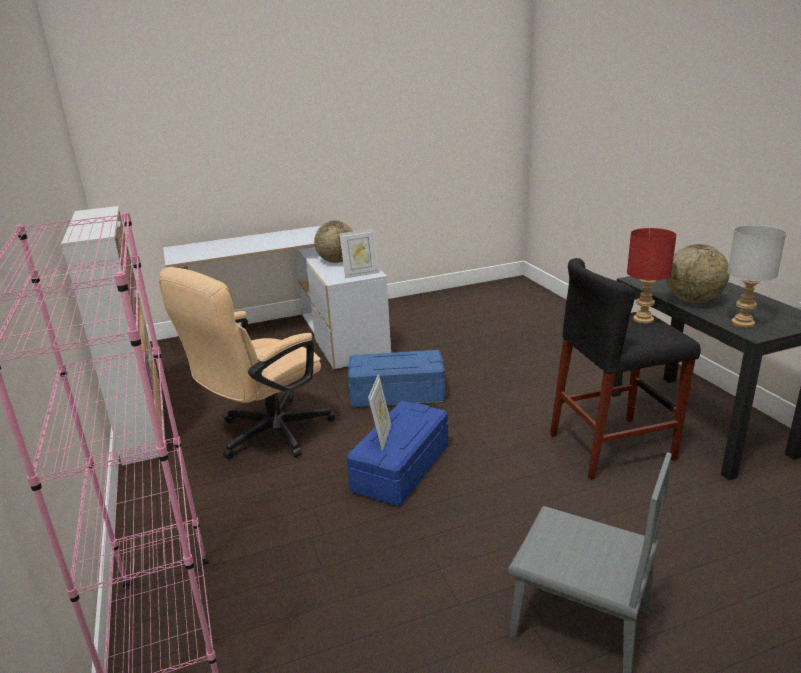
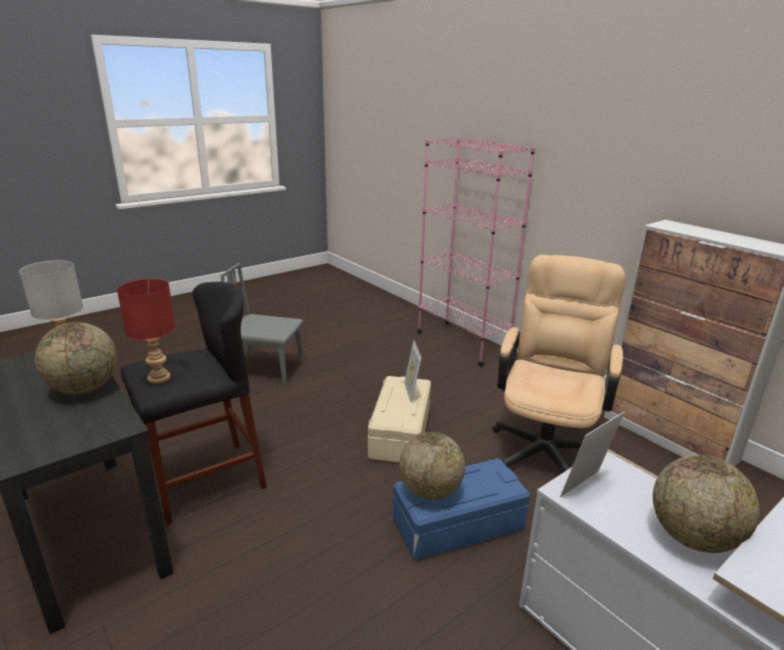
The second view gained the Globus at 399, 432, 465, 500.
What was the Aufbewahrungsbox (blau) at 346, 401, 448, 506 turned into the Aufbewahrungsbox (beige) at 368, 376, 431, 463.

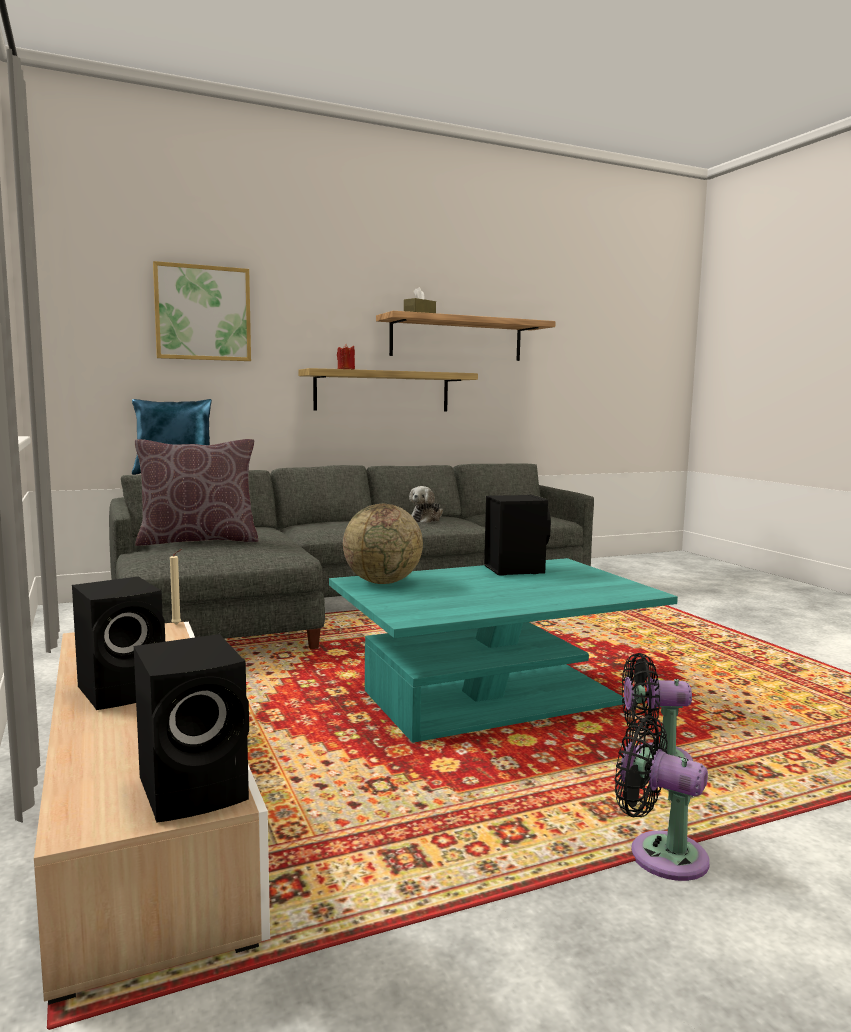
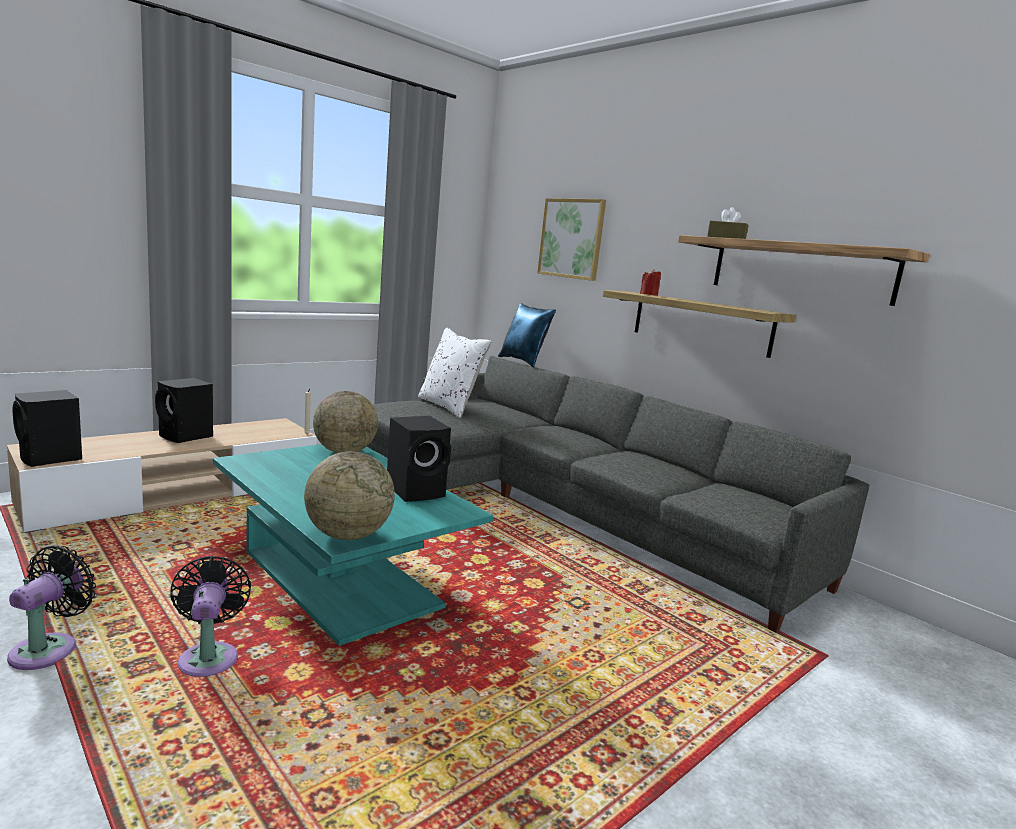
The second view lost the Plüschtier at 409, 486, 443, 523.
The second view gained the Globus at 304, 451, 395, 540.
What was the Kissen (braun) at 135, 439, 259, 546 turned into the Kissen (weiß) at 418, 328, 492, 418.

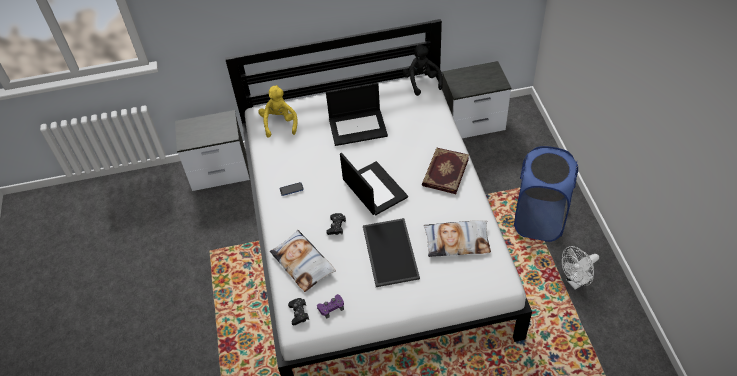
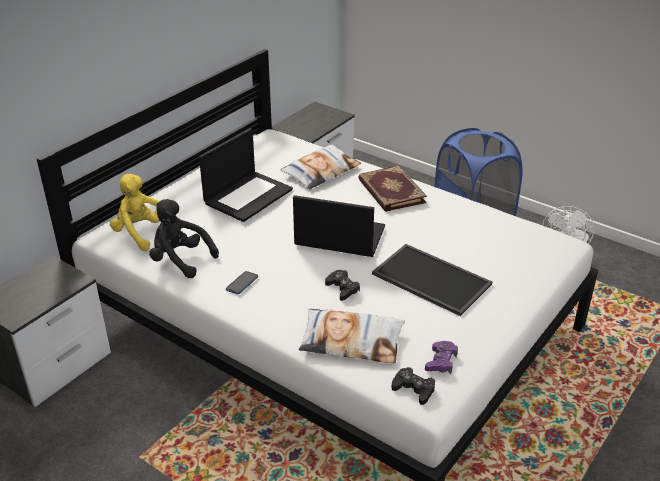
The Plüschtier (schwarz) ended up elsewhere, having gone from 402, 44, 443, 96 to 149, 199, 219, 278.
The Kissen ended up elsewhere, having gone from 424, 220, 491, 257 to 280, 144, 361, 189.

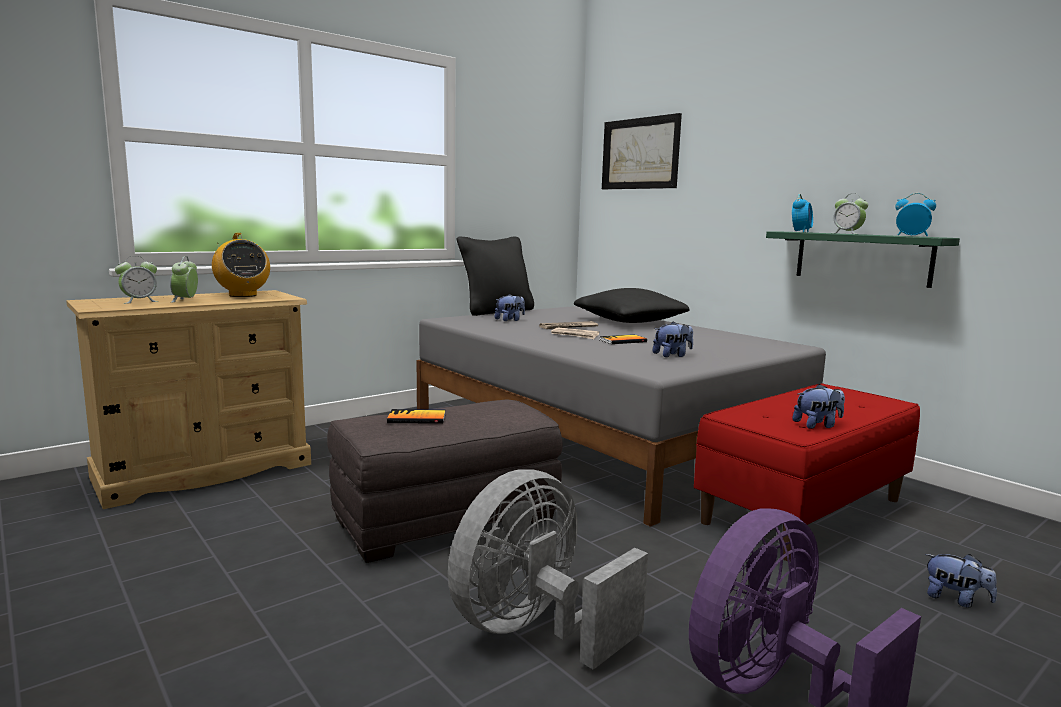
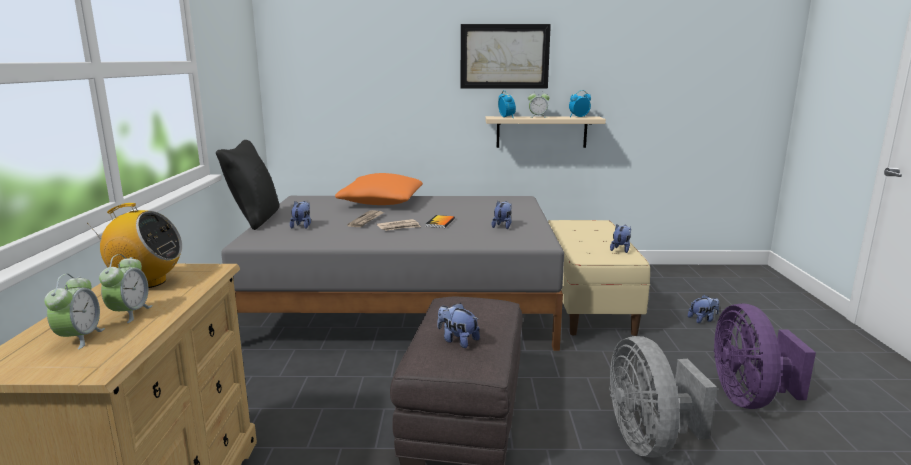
The Bild ended up elsewhere, having gone from 602, 113, 682, 189 to 461, 24, 551, 88.
Where the Buch stood at 387, 409, 445, 424, the Plüschtier came to stand at 437, 303, 480, 348.
What was the Kissen (schwarz) at 574, 288, 690, 323 turned into the Kissen (orange) at 335, 173, 423, 205.
What was the Bank (rot) at 694, 383, 920, 561 turned into the Bank (beige) at 548, 220, 650, 336.
What was the Wandregal (grün) at 766, 231, 960, 288 turned into the Wandregal (beige) at 485, 116, 606, 148.
The Wecker at 170, 256, 198, 303 ended up facing another way, 120 degrees counterclockwise from before.

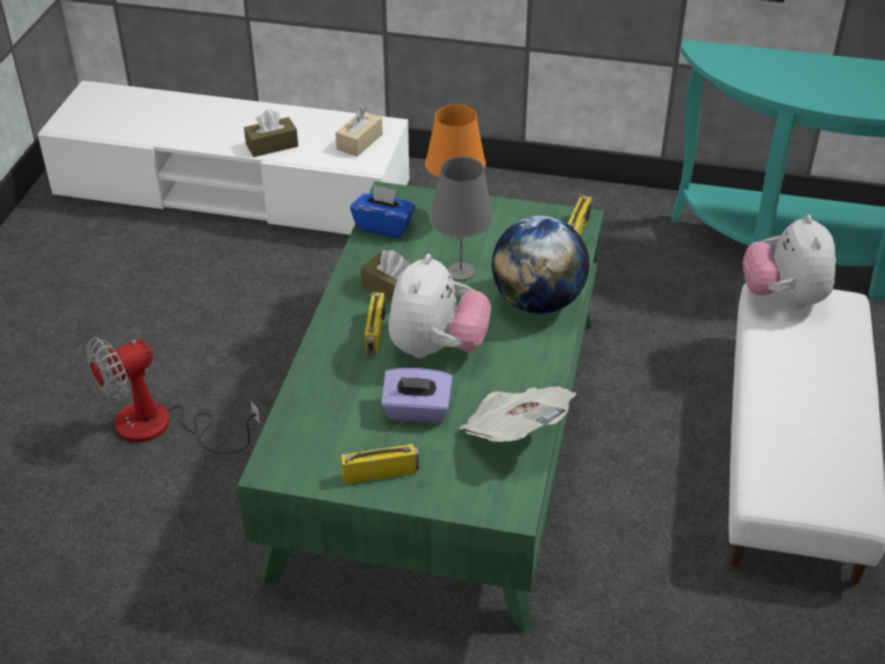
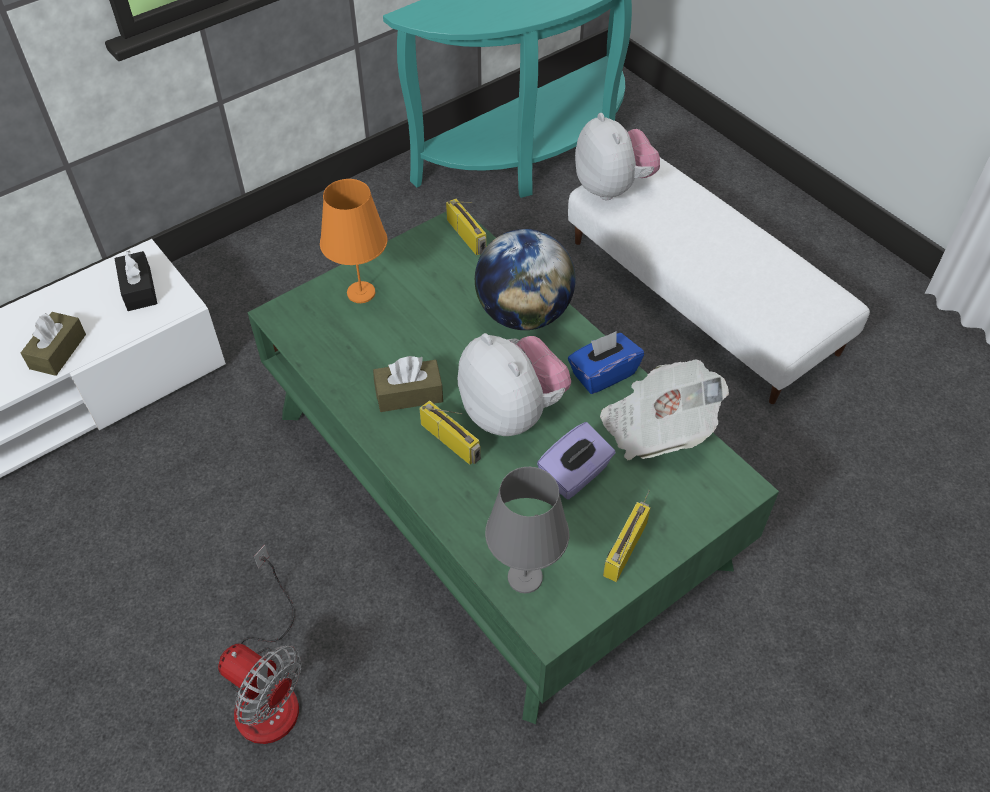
The Taschentuchbox (blau) ended up elsewhere, having gone from 350, 185, 415, 238 to 568, 331, 644, 394.
The Tischlampe (grau) ended up elsewhere, having gone from 430, 157, 494, 281 to 485, 467, 569, 594.
What was the Taschentuchbox (beige) at 336, 106, 383, 157 turned into the Taschentuchbox (schwarz) at 114, 251, 158, 311.
The Ventilator at 86, 337, 260, 454 ended up facing another way, 60 degrees counterclockwise from before.
The Plüschtier at 743, 215, 836, 308 ended up facing another way, 150 degrees counterclockwise from before.

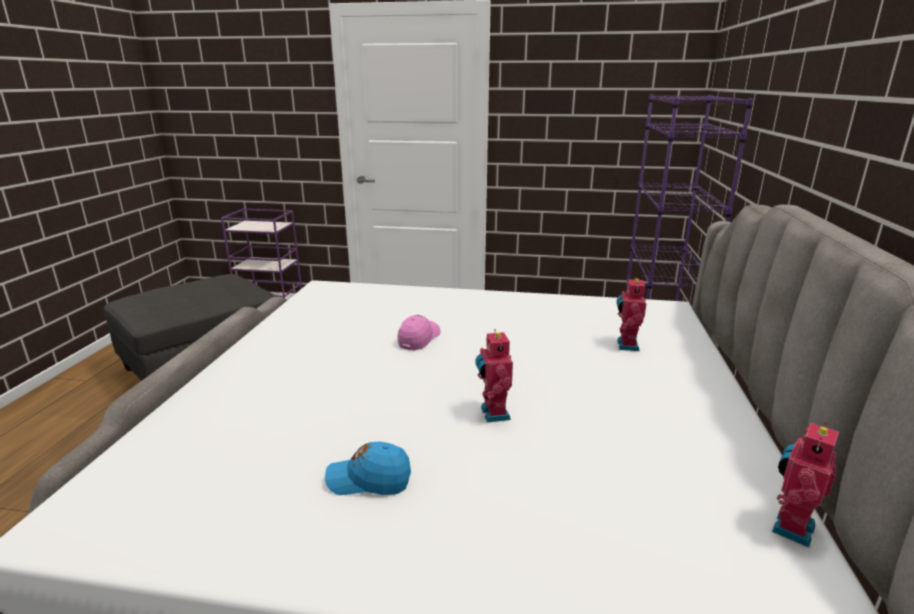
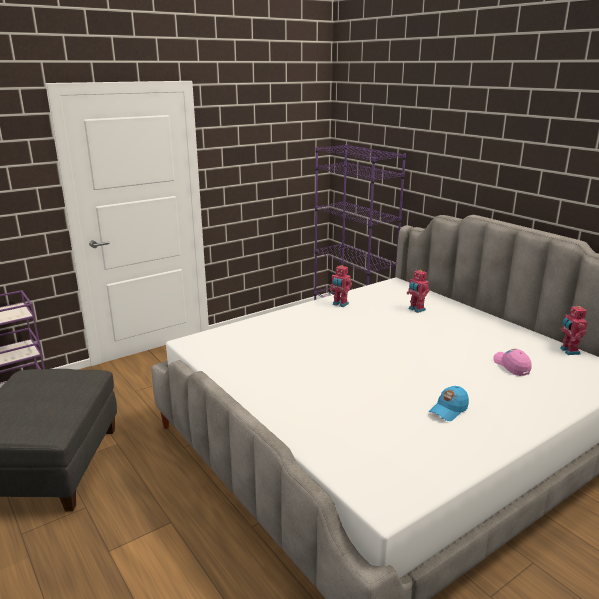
The Kappe (rosa) ended up elsewhere, having gone from 397, 315, 441, 351 to 493, 349, 532, 376.
The Spielzeugroboter ended up elsewhere, having gone from 475, 329, 513, 423 to 330, 265, 352, 307.

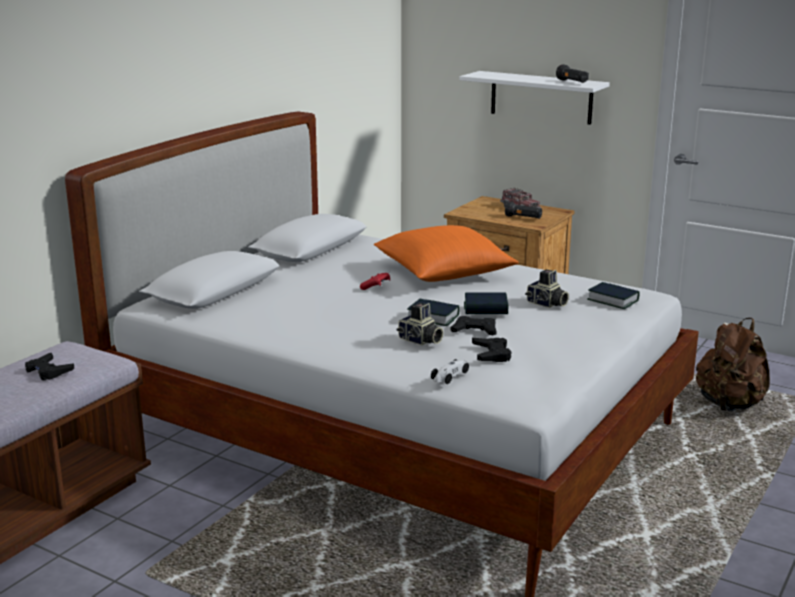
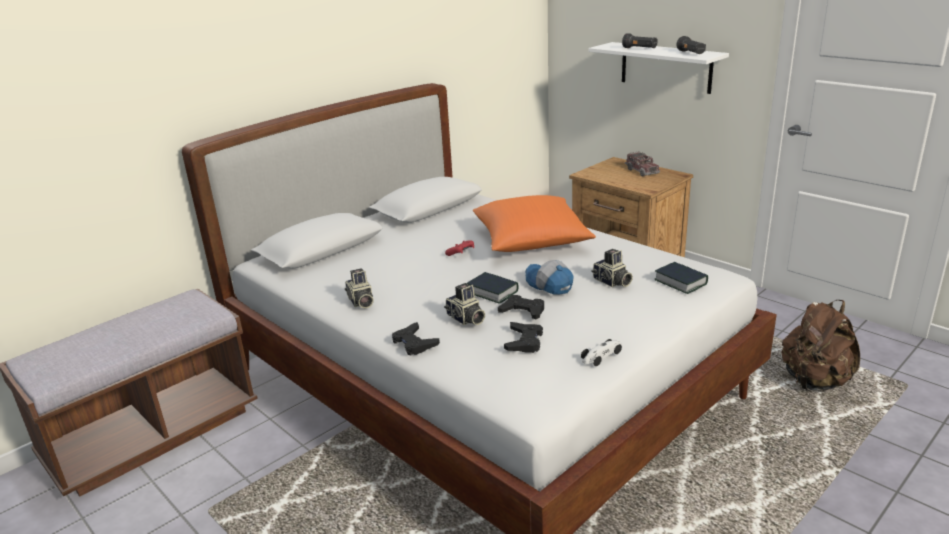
The second view gained the Kamera at 345, 268, 374, 309.
The Gamepad (schwarz) ended up elsewhere, having gone from 25, 353, 74, 381 to 392, 322, 440, 356.
The Spielzeugauto ended up elsewhere, having gone from 431, 359, 469, 384 to 581, 339, 622, 366.
The Taschenlampe (schwarz) ended up elsewhere, having gone from 505, 201, 542, 219 to 622, 33, 657, 48.
Where the Buch stood at 464, 292, 508, 314, the Kappe came to stand at 525, 260, 574, 295.

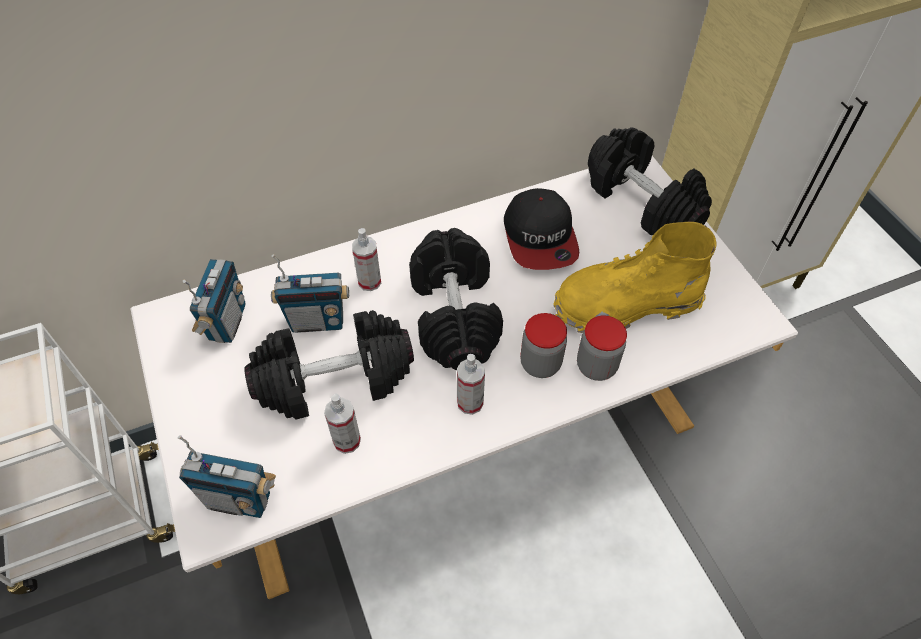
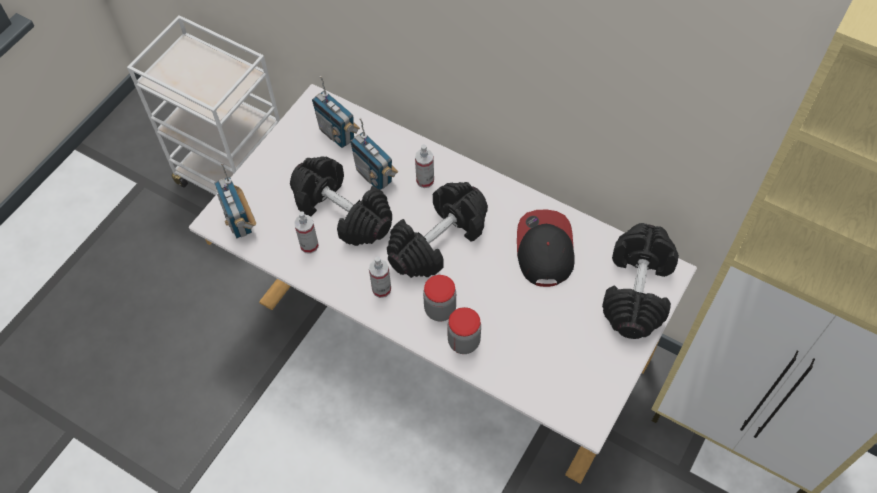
The second view lost the Stiefel (gelb) at 553, 222, 717, 333.
The Radio at 183, 259, 245, 343 ended up facing another way, 75 degrees clockwise from before.
The Kappe at 504, 188, 579, 270 ended up facing another way, 135 degrees clockwise from before.

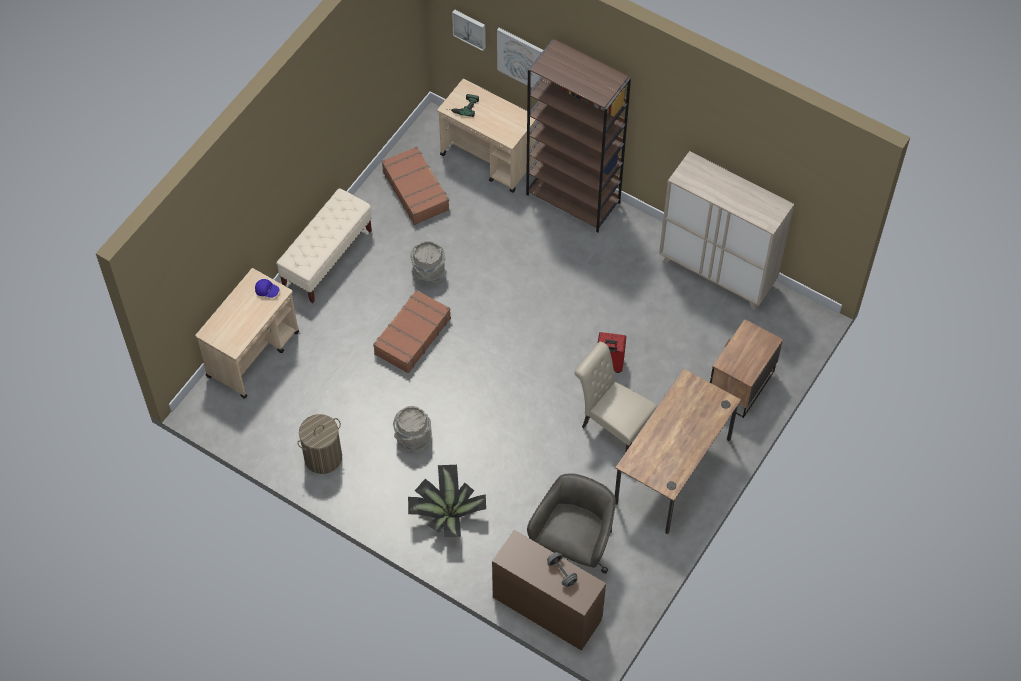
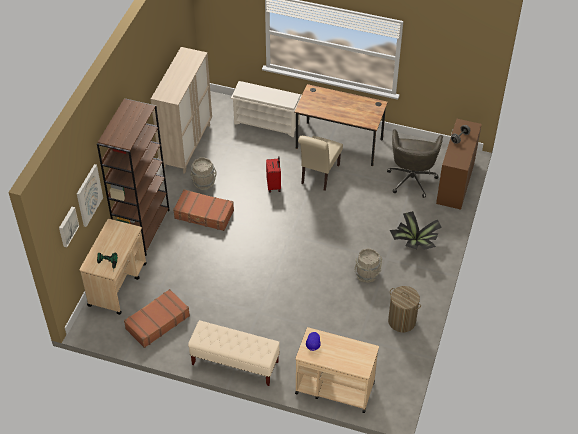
The Koffer (braun) ended up elsewhere, having gone from 373, 289, 451, 373 to 173, 189, 234, 231.
The Eimer (grau) ended up elsewhere, having gone from 410, 241, 446, 285 to 190, 157, 217, 190.
Where the Nachttisch stood at 710, 319, 783, 418, the Schuhregal (weiß) came to stand at 231, 81, 302, 137.
The Bürostuhl (grau) at 527, 474, 616, 574 ended up facing another way, 90 degrees counterclockwise from before.

